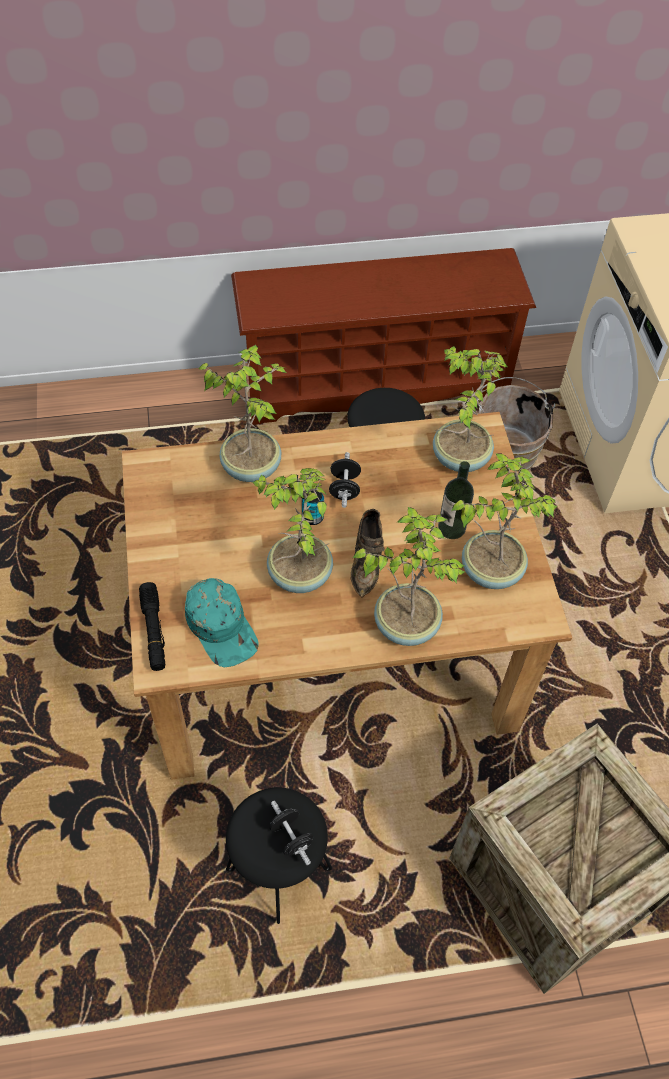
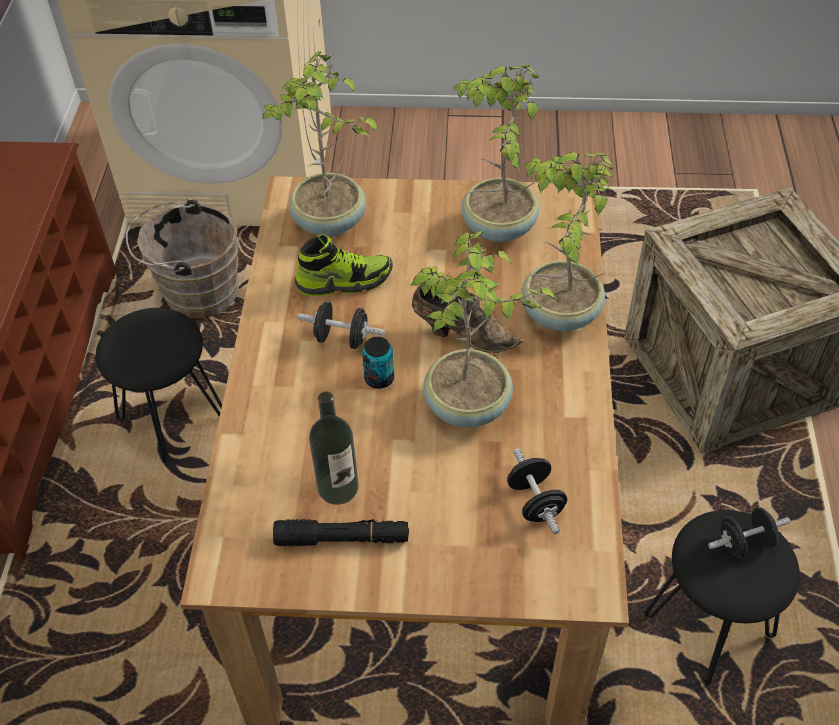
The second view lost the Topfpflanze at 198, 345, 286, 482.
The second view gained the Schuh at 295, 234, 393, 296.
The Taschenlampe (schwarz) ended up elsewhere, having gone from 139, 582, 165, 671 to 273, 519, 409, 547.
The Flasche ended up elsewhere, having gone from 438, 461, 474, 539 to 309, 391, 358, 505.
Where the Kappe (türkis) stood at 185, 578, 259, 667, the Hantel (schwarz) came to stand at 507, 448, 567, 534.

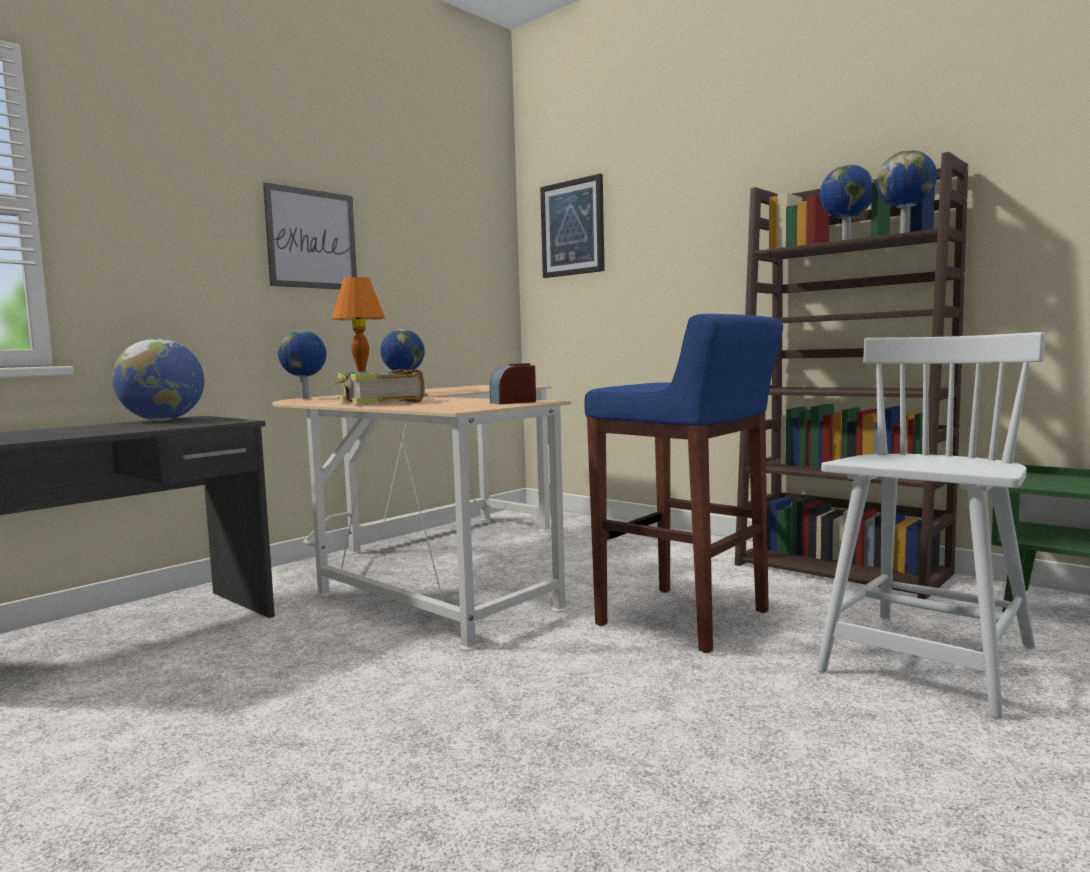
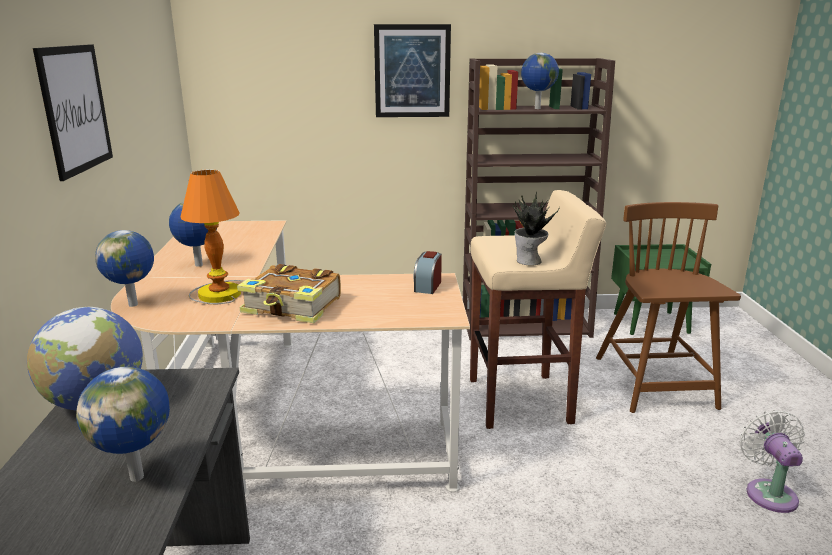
The second view gained the Topfpflanze at 513, 192, 560, 266.
The second view gained the Ventilator (weiß) at 740, 410, 805, 513.
The Bild ended up elsewhere, having gone from 540, 174, 605, 278 to 374, 24, 451, 117.
The Globus ended up elsewhere, having gone from 876, 150, 937, 233 to 76, 367, 170, 482.
What was the Hocker (blau) at 585, 314, 783, 653 turned into the Hocker (beige) at 470, 190, 606, 429.
What was the Stuhl (weiß) at 817, 332, 1045, 719 turned into the Stuhl (braun) at 596, 202, 741, 413.

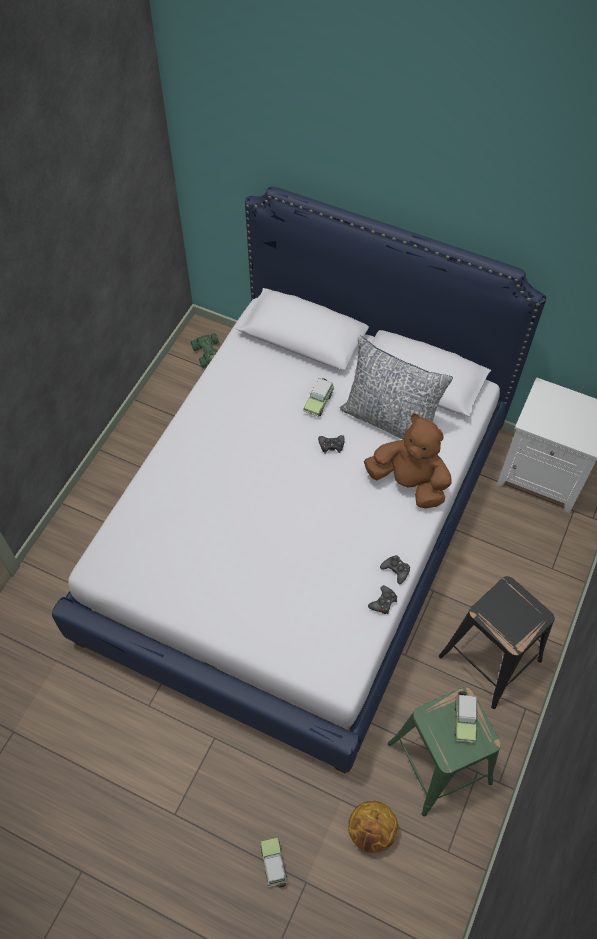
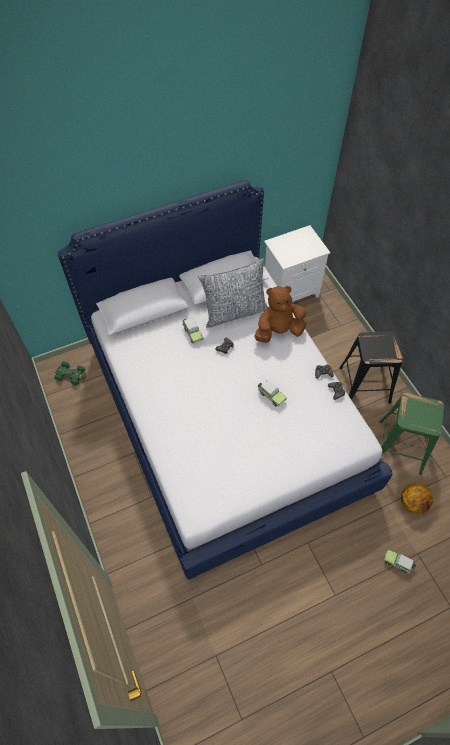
The Spielzeugauto ended up elsewhere, having gone from 455, 691, 479, 743 to 258, 379, 287, 407.

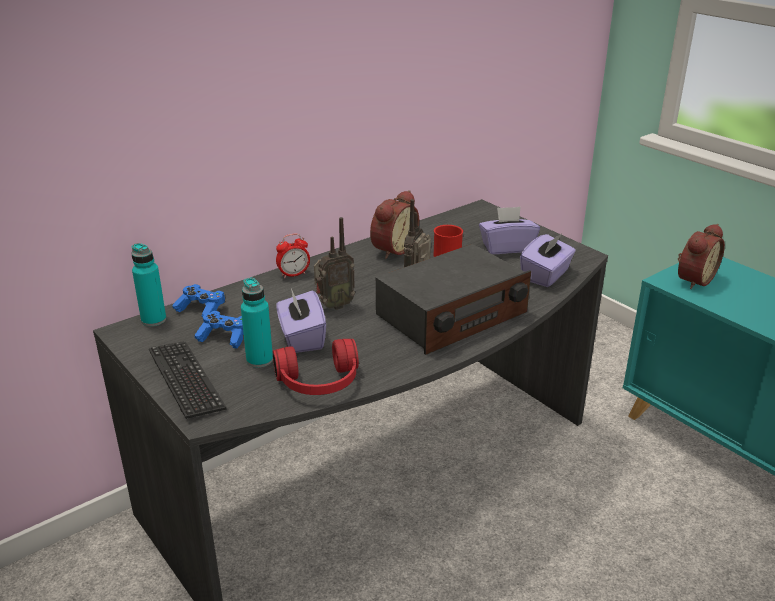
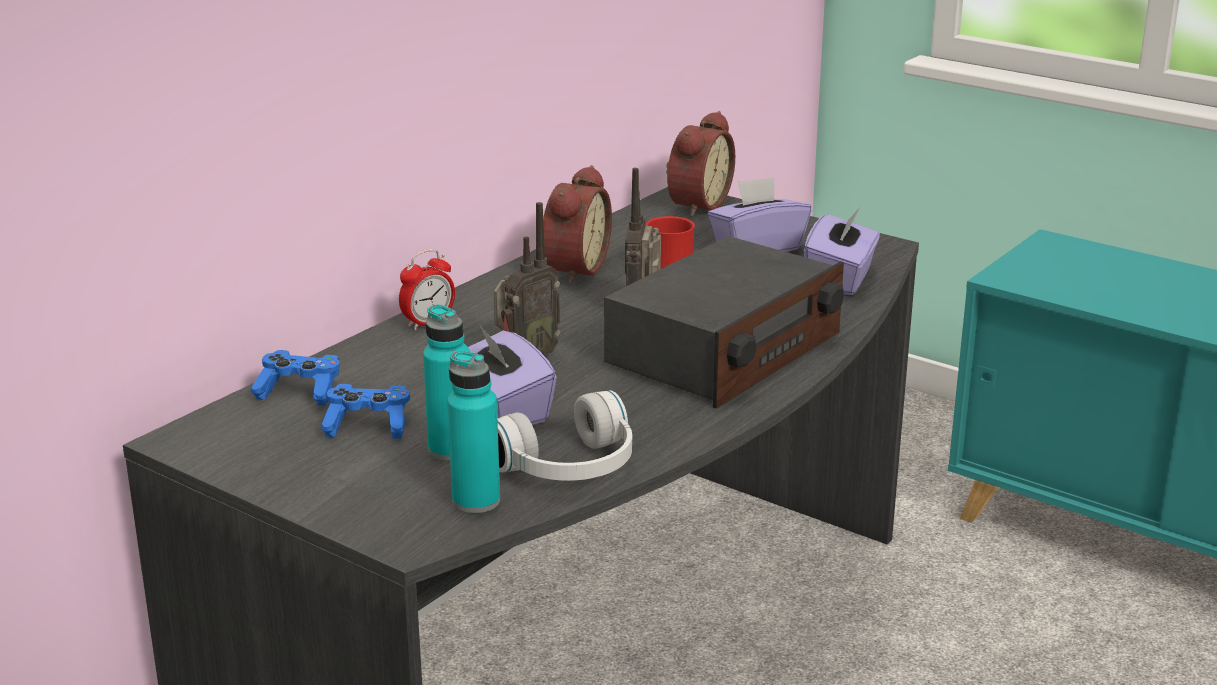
The second view lost the Tastatur at 149, 341, 227, 419.
The Flasche (türkis) ended up elsewhere, having gone from 131, 243, 166, 326 to 447, 351, 500, 513.
The Wecker ended up elsewhere, having gone from 678, 224, 725, 289 to 666, 111, 735, 217.
What was the Kopfhörer (rot) at 273, 339, 359, 395 turned into the Kopfhörer (weiß) at 498, 390, 632, 481.

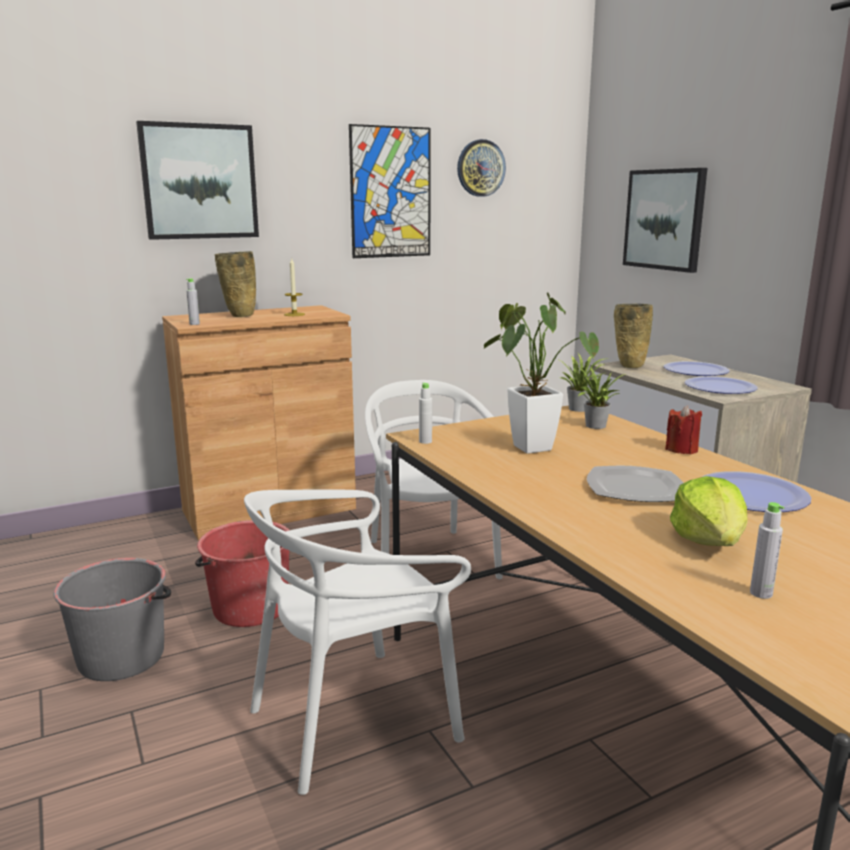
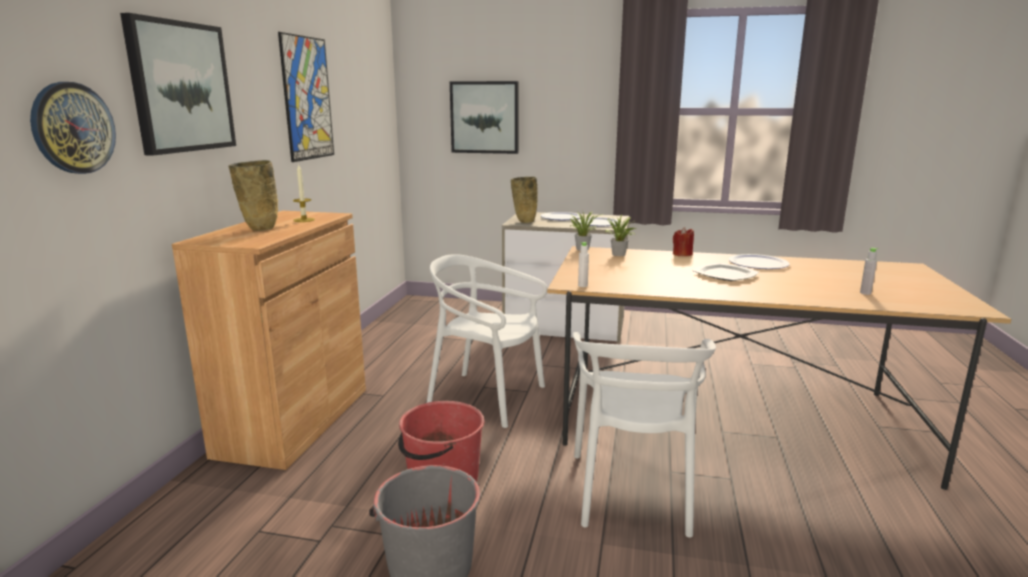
The second view lost the Flasche (grau) at 186, 278, 200, 325.
The second view lost the Topfpflanze at 484, 292, 599, 454.
The second view lost the Salatkopf at 670, 476, 748, 546.
The Wanduhr ended up elsewhere, having gone from 457, 139, 506, 197 to 30, 82, 116, 174.

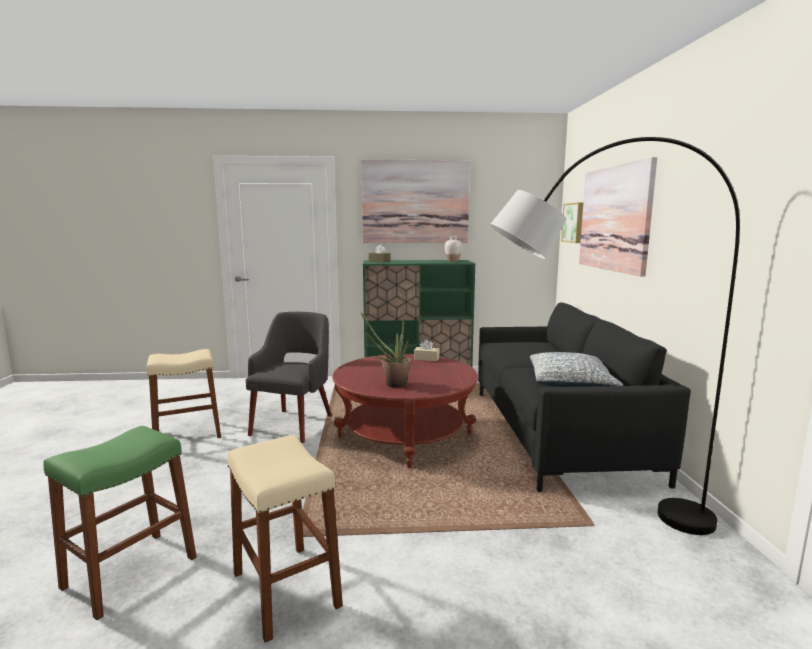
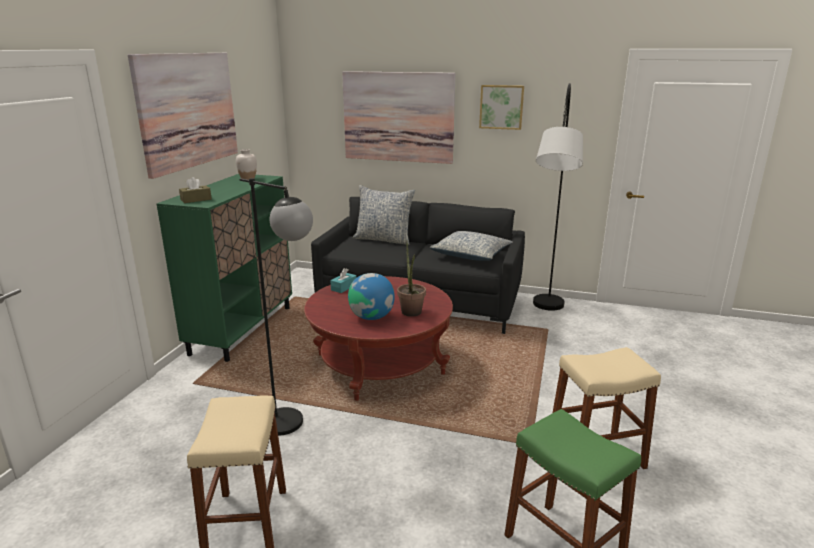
The second view gained the Globus at 348, 273, 395, 320.
The second view gained the Kissen at 353, 185, 415, 245.
The Bild ended up elsewhere, having gone from 561, 202, 583, 243 to 479, 85, 524, 130.
Where the Sessel (grau) stood at 246, 312, 332, 443, the Stehlampe (schwarz) came to stand at 239, 178, 313, 436.
What was the Taschentuchbox (beige) at 414, 340, 439, 361 turned into the Taschentuchbox (türkis) at 330, 268, 356, 293.

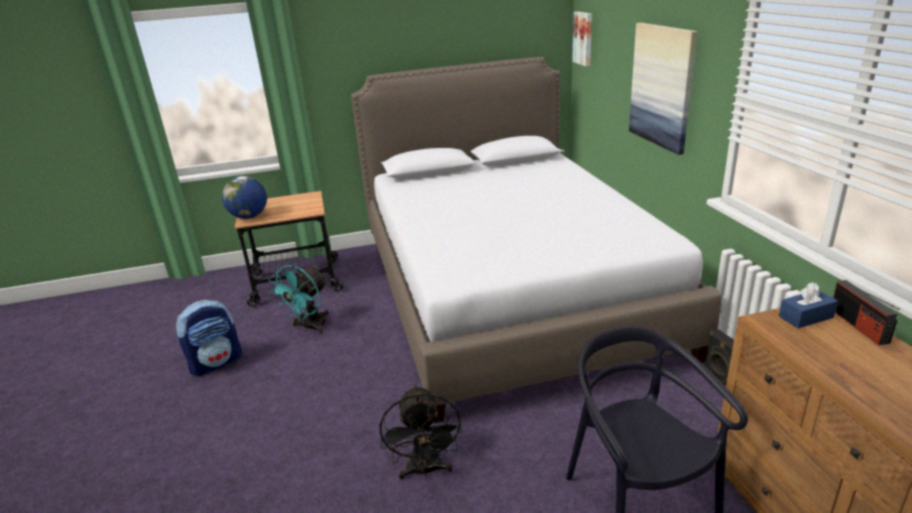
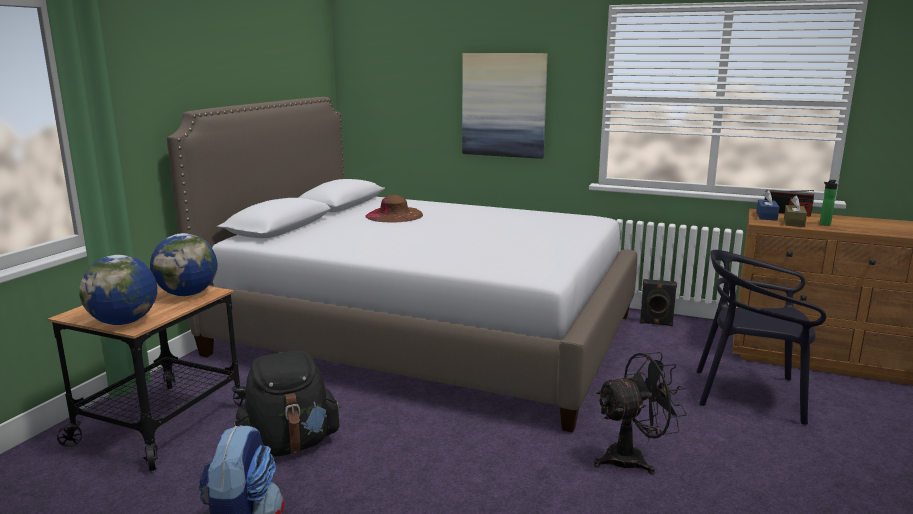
The second view lost the Bild at 572, 12, 592, 66.
The second view gained the Globus at 150, 233, 217, 296.
The second view gained the Hut (braun) at 365, 195, 423, 223.
The second view gained the Taschentuchbox (braun) at 784, 195, 807, 227.
The second view gained the Flasche at 819, 180, 838, 226.
Where the Ventilator (türkis) stood at 269, 265, 329, 334, the Rucksack (schwarz) came to stand at 234, 350, 341, 457.
The Ventilator (schwarz) at 380, 385, 463, 480 ended up facing another way, 45 degrees counterclockwise from before.

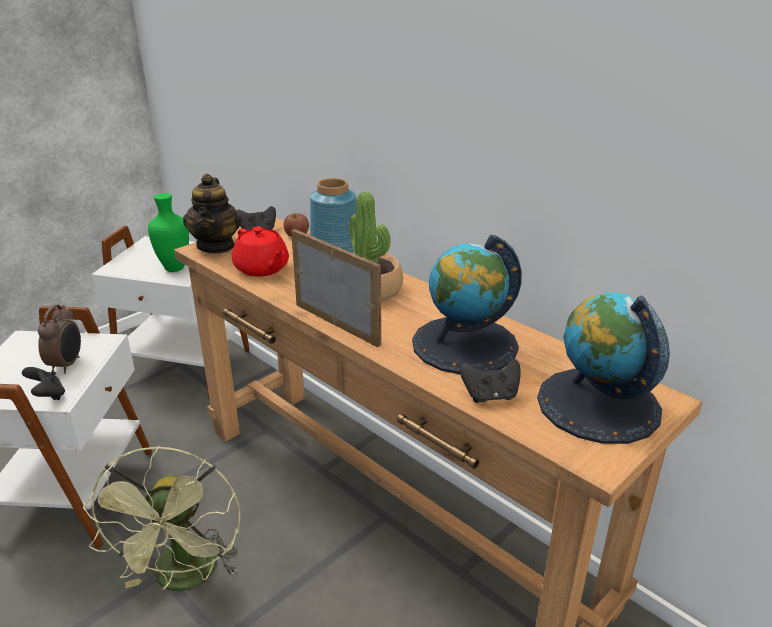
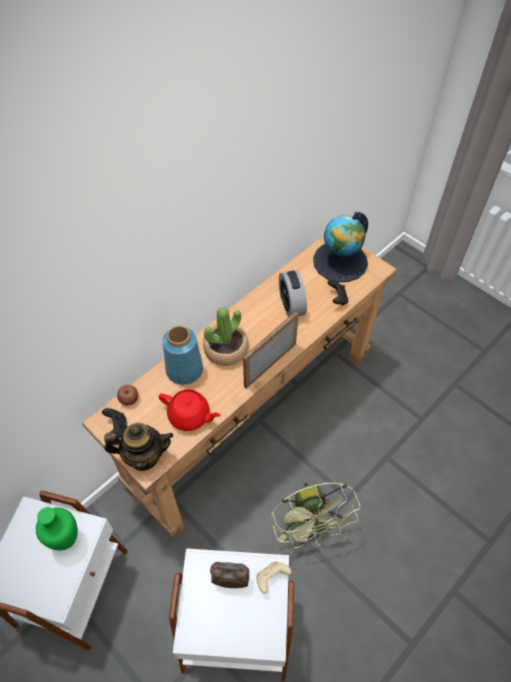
Where the Globus stood at 412, 235, 522, 374, the Wecker came to stand at 279, 270, 307, 317.
What was the Gamepad (schwarz) at 22, 367, 65, 400 turned into the Gamepad (beige) at 256, 561, 292, 594.
The Ventilator (grün) at 83, 446, 241, 591 ended up facing another way, 75 degrees clockwise from before.
The Teekanne (rot) at 232, 227, 289, 277 ended up facing another way, 60 degrees clockwise from before.

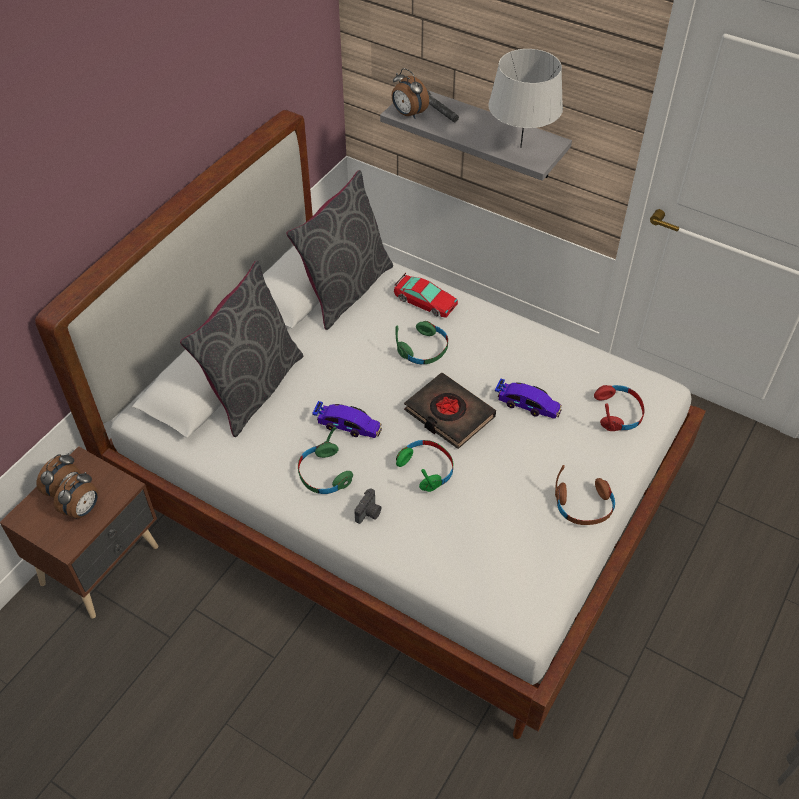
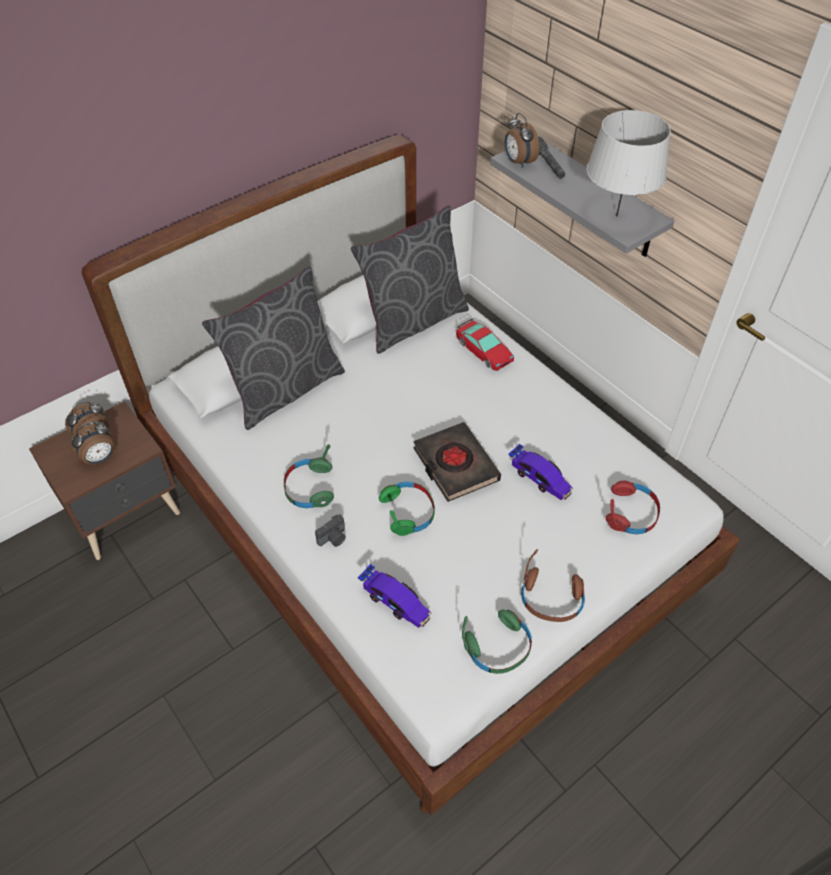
The Spielzeugauto ended up elsewhere, having gone from 312, 401, 382, 438 to 358, 564, 431, 628.
The Kopfhörer (grün) ended up elsewhere, having gone from 396, 321, 448, 364 to 462, 609, 532, 674.

